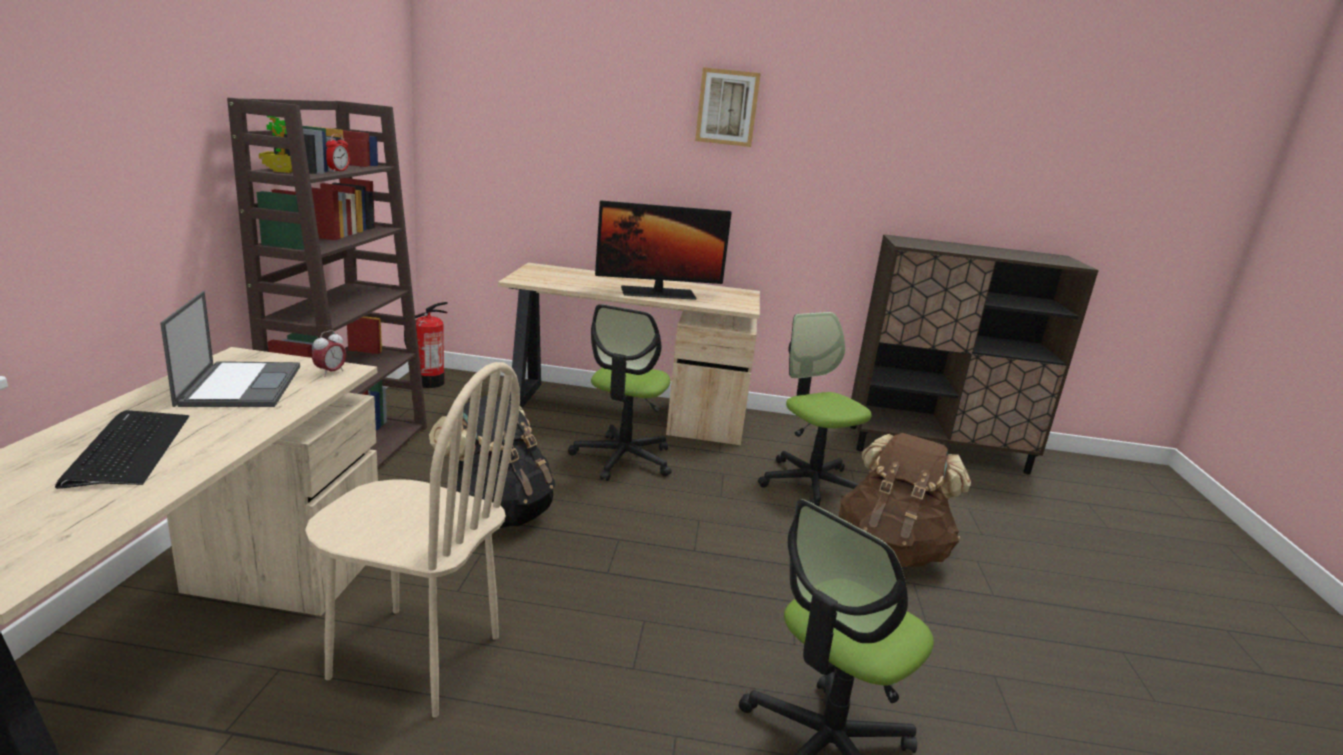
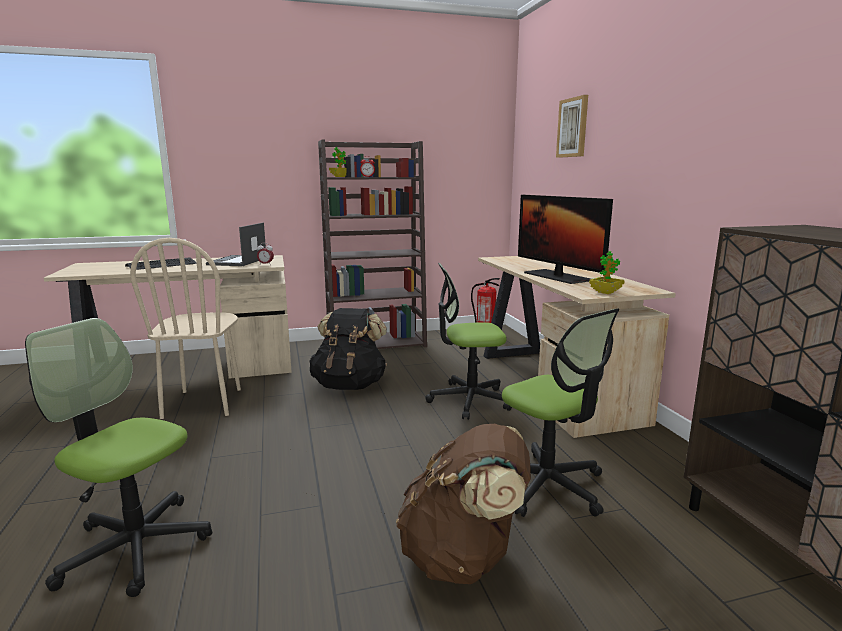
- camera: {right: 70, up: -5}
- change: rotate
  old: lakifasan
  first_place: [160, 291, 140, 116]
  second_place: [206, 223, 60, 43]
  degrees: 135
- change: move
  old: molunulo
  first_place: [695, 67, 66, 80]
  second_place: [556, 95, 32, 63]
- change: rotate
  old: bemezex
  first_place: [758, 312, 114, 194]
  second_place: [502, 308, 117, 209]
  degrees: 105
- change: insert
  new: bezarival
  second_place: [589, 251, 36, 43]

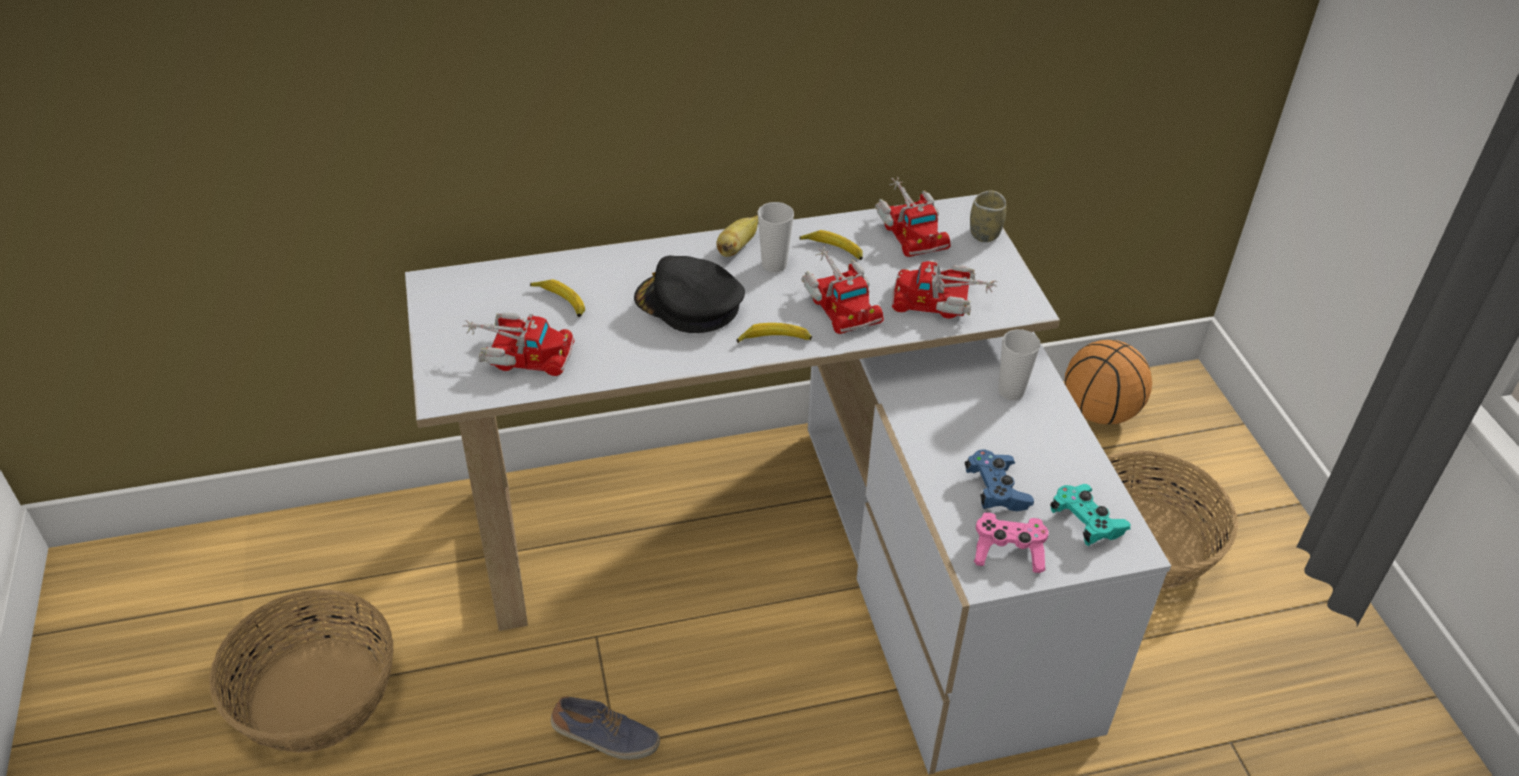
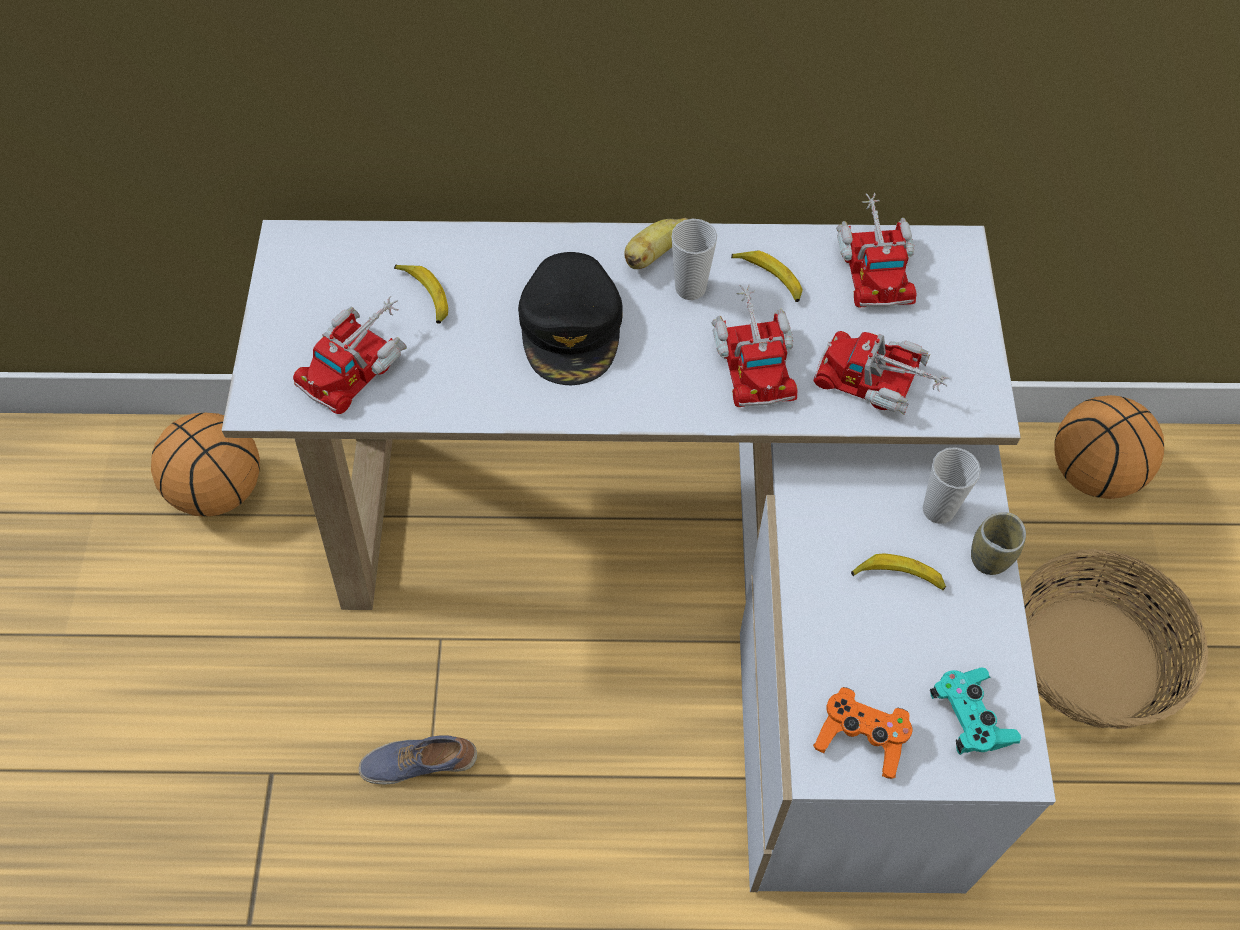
- camera: {right: 15, up: 15}
- change: delete
  old: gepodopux
  first_place: [209, 589, 185, 164]
- change: rotate
  old: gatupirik
  first_place: [462, 312, 113, 64]
  second_place: [293, 296, 114, 118]
  degrees: 105
- change: rotate
  old: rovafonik
  first_place: [551, 696, 109, 64]
  second_place: [359, 735, 118, 50]
  degrees: 150
- change: rotate
  old: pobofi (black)
  first_place: [634, 256, 111, 77]
  second_place: [518, 252, 105, 133]
  degrees: -135
- change: move
  old: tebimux
  first_place: [736, 323, 76, 20]
  second_place: [851, 553, 95, 37]
- change: delete
  old: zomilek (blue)
  first_place: [965, 450, 69, 61]
- change: move
  old: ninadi
  first_place: [970, 191, 36, 51]
  second_place: [971, 512, 55, 63]
- change: recolor
  old: zomilek (pink)
  new: zomilek (orange)
  first_place: [974, 512, 75, 61]
  second_place: [813, 687, 99, 92]
- change: insert
  new: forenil
  second_place: [151, 413, 109, 104]

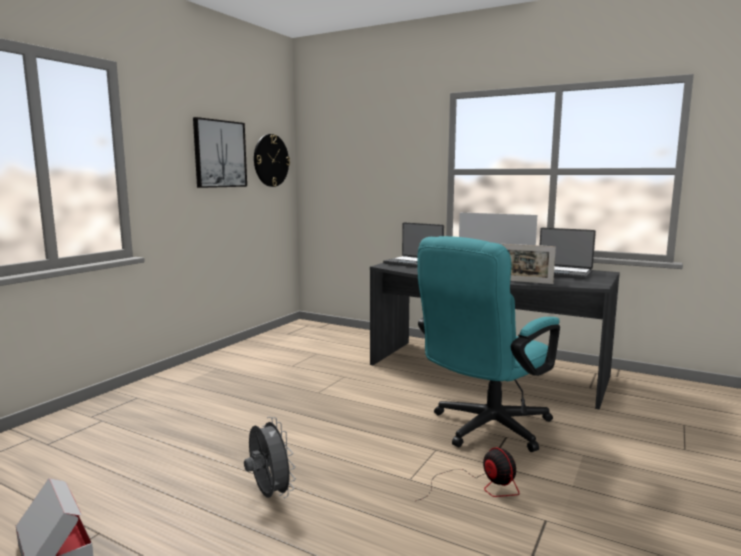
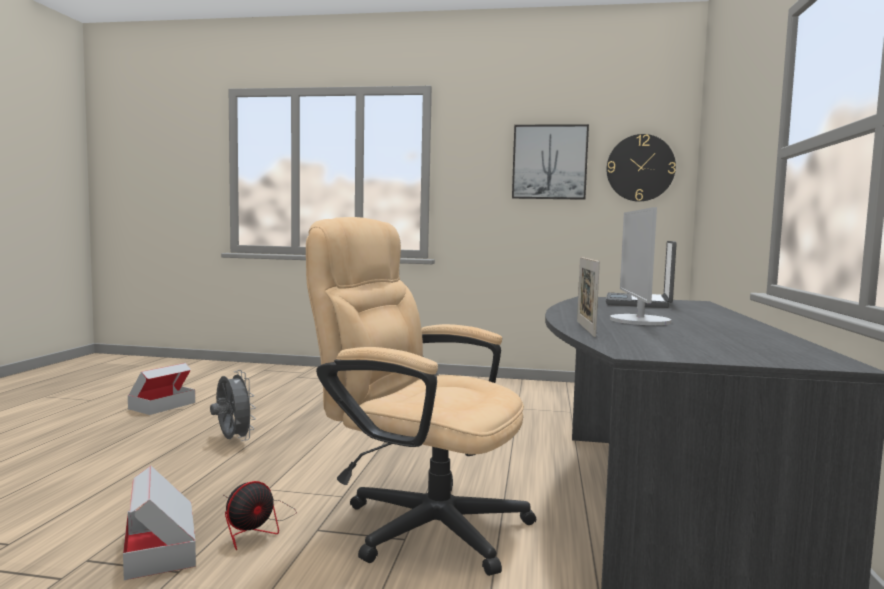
- camera: {right: 70, up: -5}
- change: rotate
  old: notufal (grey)
  first_place: [244, 417, 52, 81]
  second_place: [210, 370, 46, 71]
  degrees: -75
- change: recolor
  old: bemezex (turquoise)
  new: bemezex (beige)
  first_place: [417, 236, 143, 216]
  second_place: [306, 217, 230, 359]
- change: delete
  old: lakifasan
  first_place: [540, 228, 56, 51]
- change: insert
  new: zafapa
  second_place: [123, 466, 73, 114]

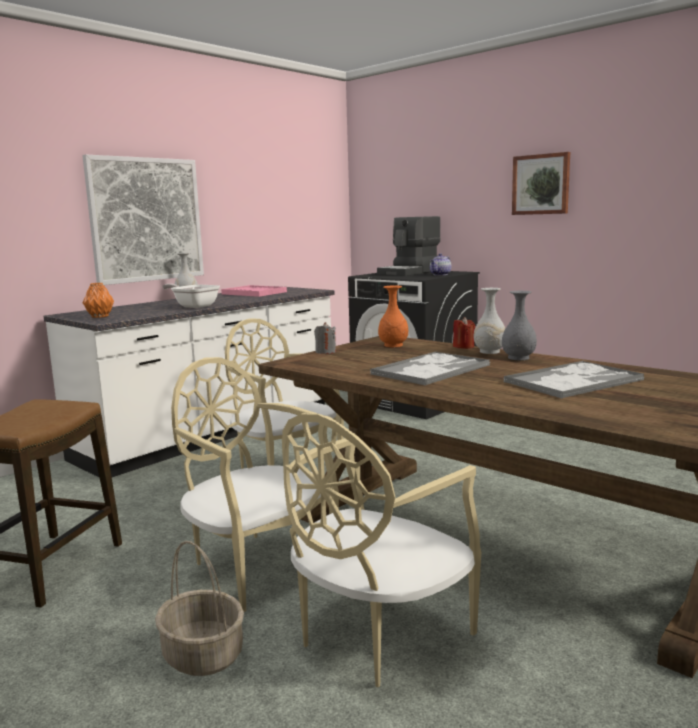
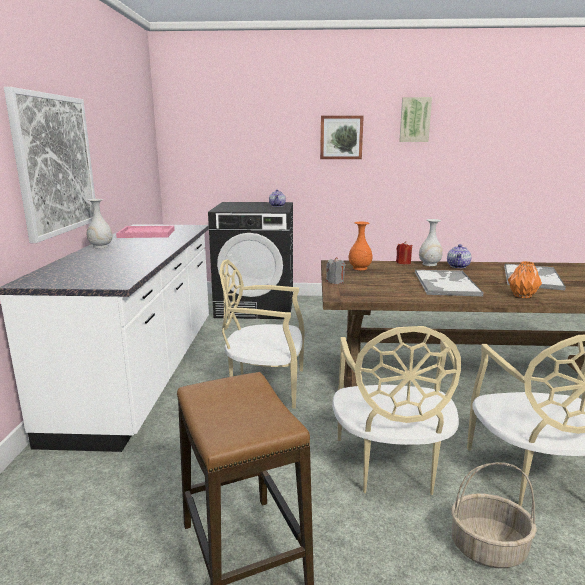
- camera: {right: -40, up: 5}
- change: move
  old: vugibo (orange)
  first_place: [82, 283, 32, 35]
  second_place: [508, 261, 34, 37]
- change: delete
  old: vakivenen
  first_place: [162, 284, 58, 24]
- change: rotate
  old: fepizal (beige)
  first_place: [171, 357, 168, 255]
  second_place: [332, 326, 129, 169]
  degrees: -90
- change: delete
  old: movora
  first_place: [377, 216, 64, 60]
- change: replace
  old: vugibo (grey)
  new: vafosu
  first_place: [502, 291, 35, 69]
  second_place: [447, 244, 24, 24]
- change: insert
  new: molunulo
  second_place: [399, 97, 33, 45]

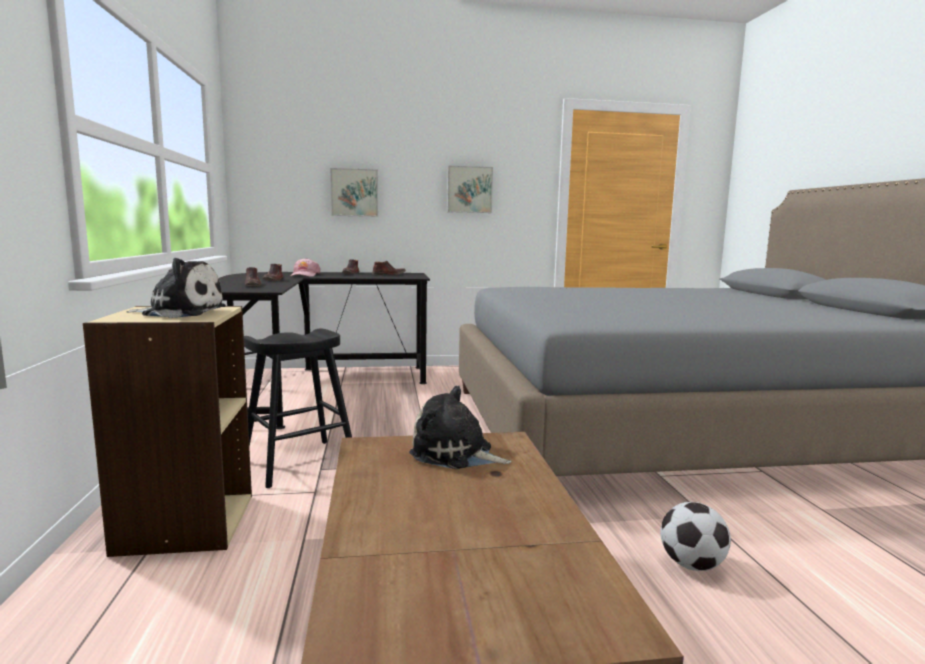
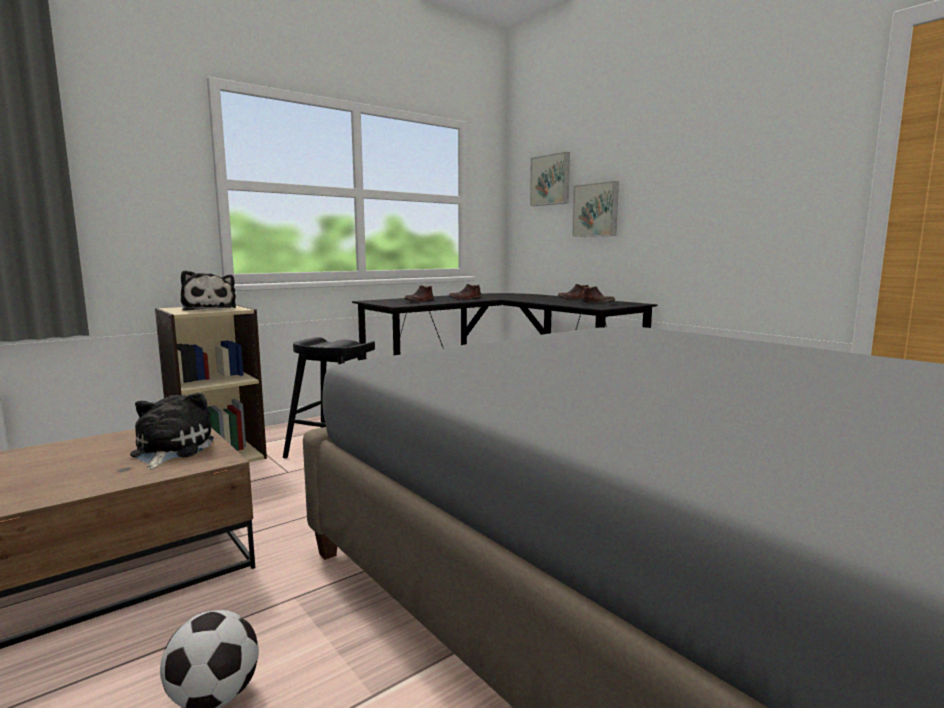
- camera: {right: 60, up: 0}
- change: delete
  old: pobofi (pink)
  first_place: [291, 258, 29, 19]
- change: move
  old: molunulo
  first_place: [447, 166, 46, 47]
  second_place: [530, 152, 40, 54]

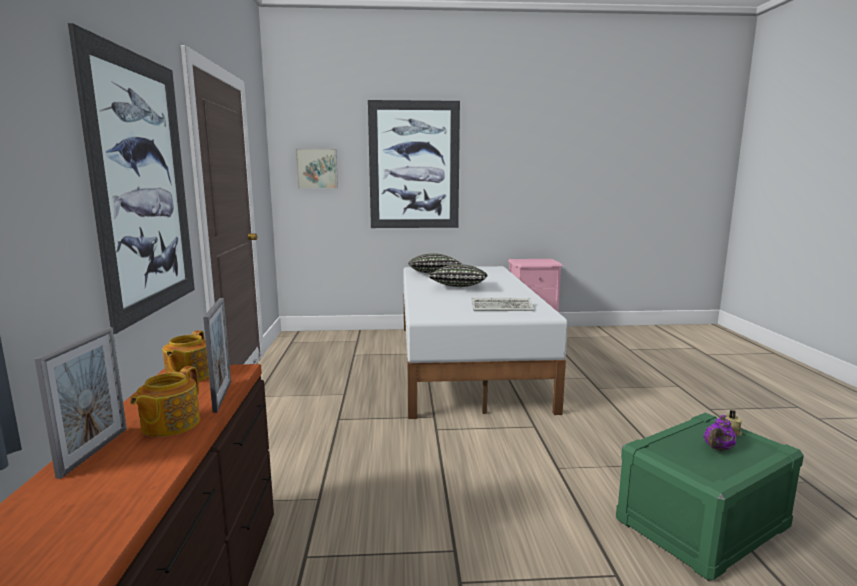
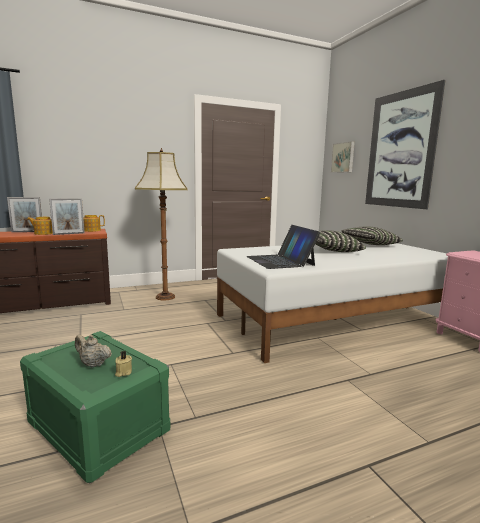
- camera: {right: 70, up: 0}
- change: delete
  old: molunulo
  first_place: [68, 23, 127, 311]
- change: replace
  old: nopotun
  new: lakifasan
  first_place: [472, 298, 62, 13]
  second_place: [247, 225, 73, 44]
- change: recolor
  old: vafosu (purple)
  new: vafosu (beige)
  first_place: [703, 415, 33, 36]
  second_place: [75, 335, 37, 33]
- change: insert
  new: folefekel
  second_place: [135, 148, 52, 152]

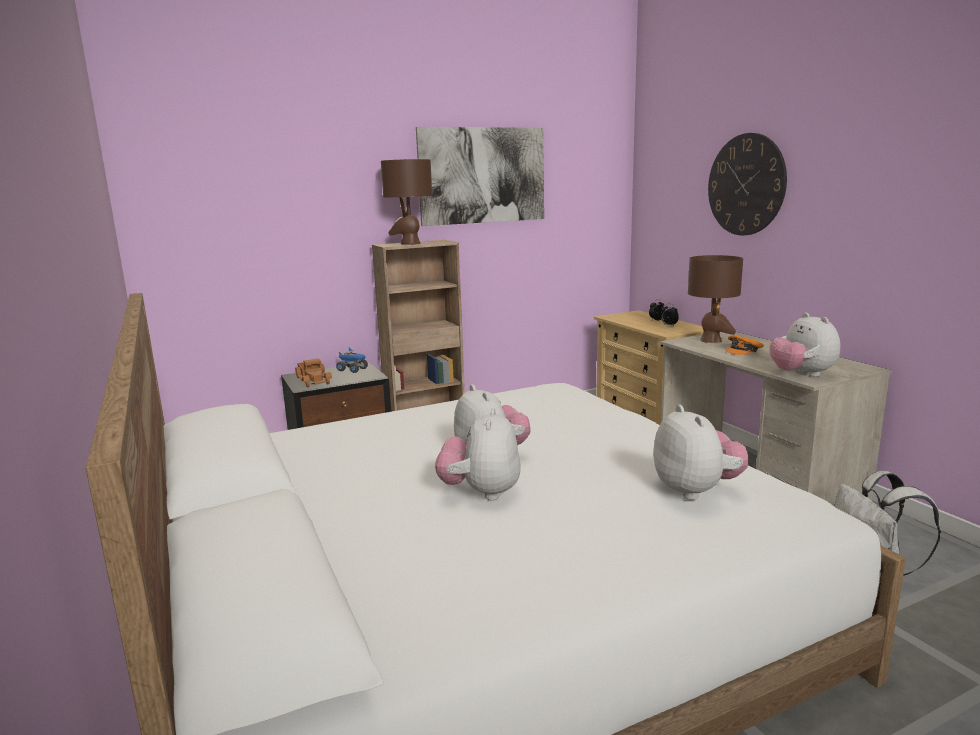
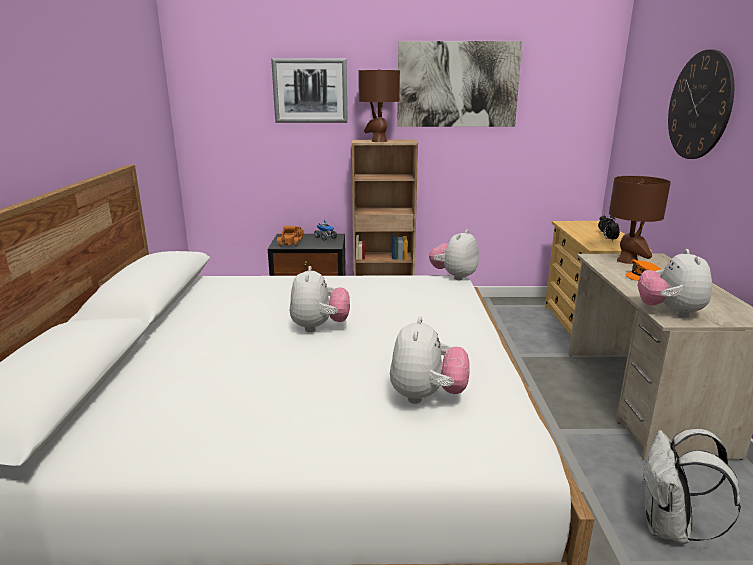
- camera: {right: 25, up: 5}
- change: move
  old: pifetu
  first_place: [435, 408, 86, 92]
  second_place: [429, 230, 50, 50]
- change: insert
  new: molunulo
  second_place: [271, 58, 77, 65]

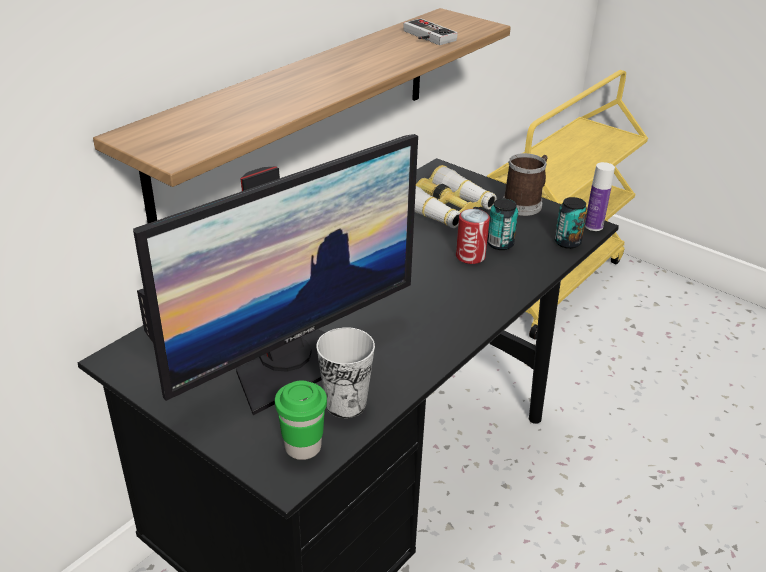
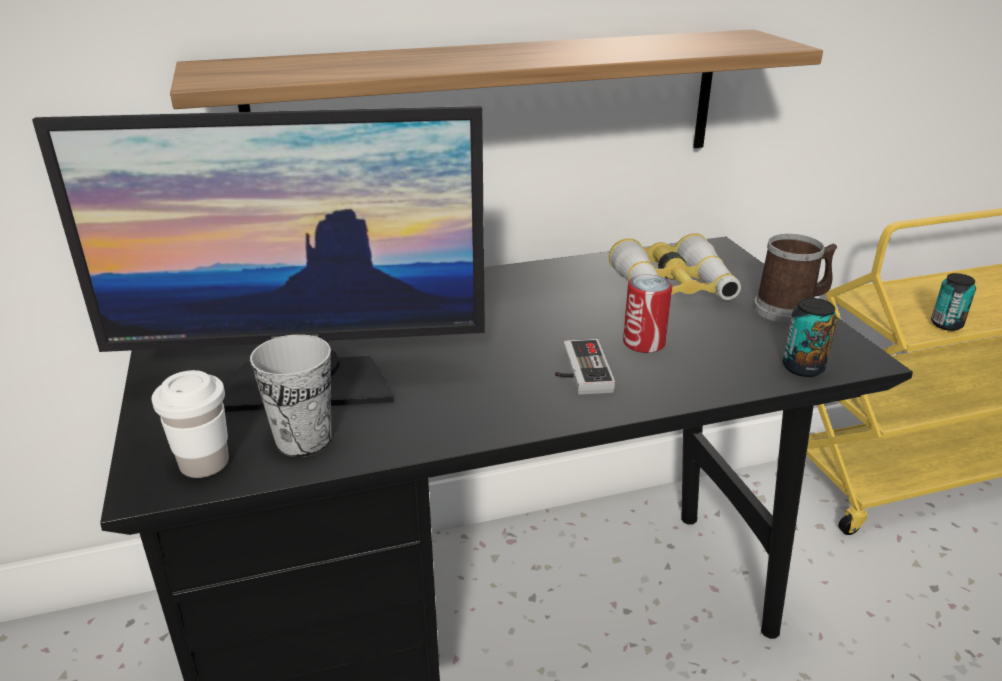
- camera: {right: 35, up: -5}
- change: recolor
  old: ninadi (green)
  new: ninadi (white)
  first_place: [275, 381, 52, 79]
  second_place: [152, 370, 77, 108]
- change: move
  old: zomilek
  first_place: [403, 18, 55, 27]
  second_place: [555, 339, 60, 56]
- change: move
  old: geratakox
  first_place: [487, 199, 31, 51]
  second_place: [931, 273, 45, 58]
- change: delete
  old: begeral
  first_place: [585, 162, 30, 69]

